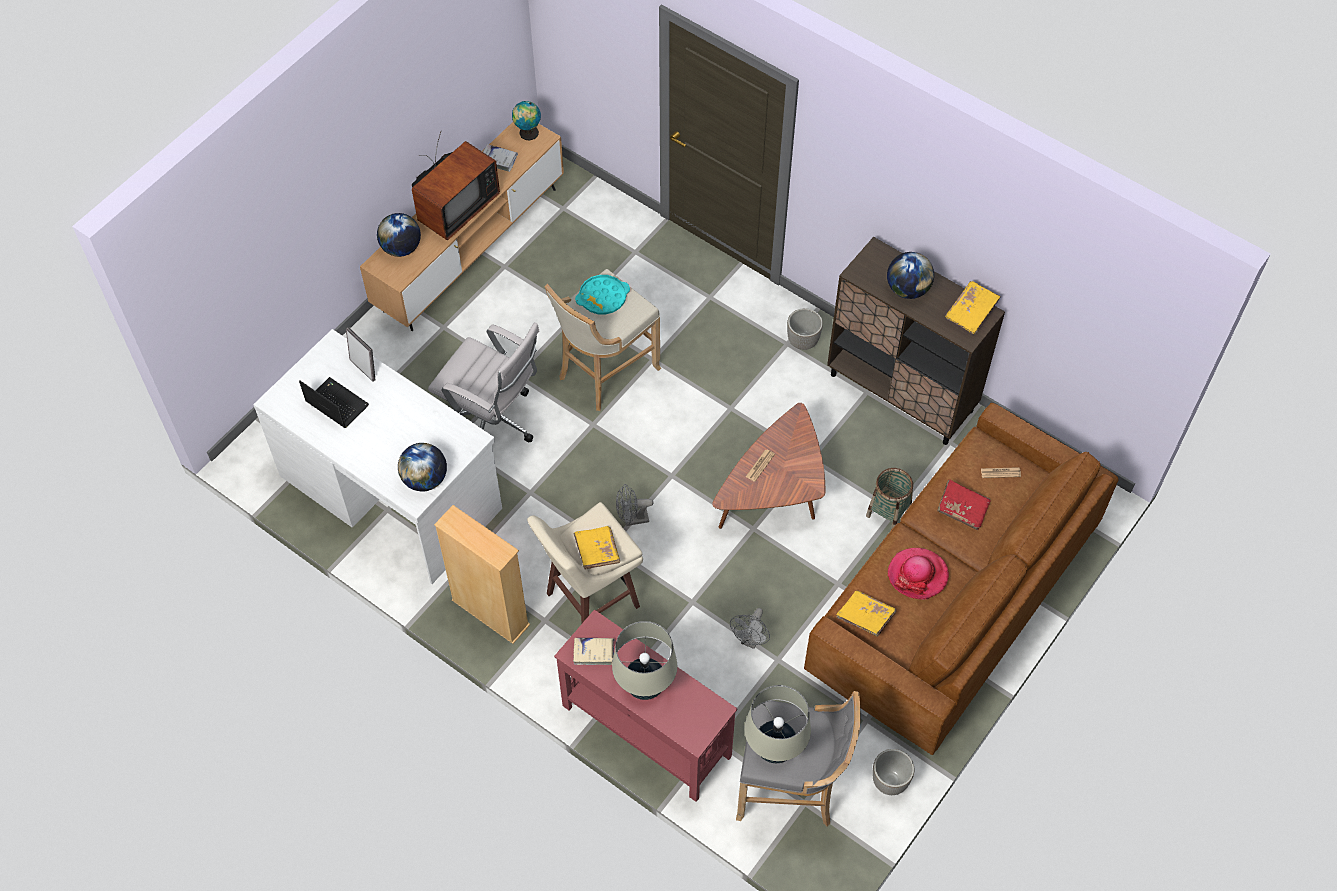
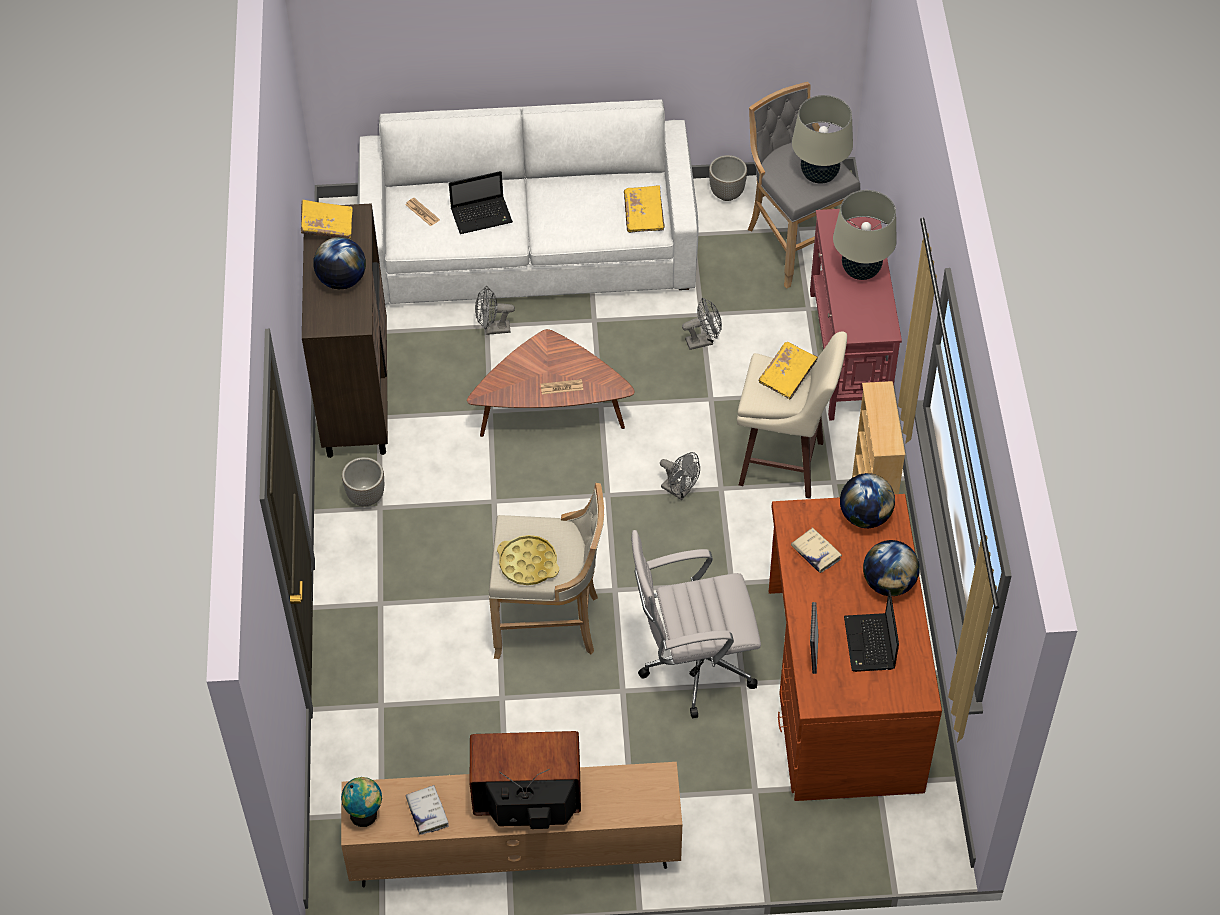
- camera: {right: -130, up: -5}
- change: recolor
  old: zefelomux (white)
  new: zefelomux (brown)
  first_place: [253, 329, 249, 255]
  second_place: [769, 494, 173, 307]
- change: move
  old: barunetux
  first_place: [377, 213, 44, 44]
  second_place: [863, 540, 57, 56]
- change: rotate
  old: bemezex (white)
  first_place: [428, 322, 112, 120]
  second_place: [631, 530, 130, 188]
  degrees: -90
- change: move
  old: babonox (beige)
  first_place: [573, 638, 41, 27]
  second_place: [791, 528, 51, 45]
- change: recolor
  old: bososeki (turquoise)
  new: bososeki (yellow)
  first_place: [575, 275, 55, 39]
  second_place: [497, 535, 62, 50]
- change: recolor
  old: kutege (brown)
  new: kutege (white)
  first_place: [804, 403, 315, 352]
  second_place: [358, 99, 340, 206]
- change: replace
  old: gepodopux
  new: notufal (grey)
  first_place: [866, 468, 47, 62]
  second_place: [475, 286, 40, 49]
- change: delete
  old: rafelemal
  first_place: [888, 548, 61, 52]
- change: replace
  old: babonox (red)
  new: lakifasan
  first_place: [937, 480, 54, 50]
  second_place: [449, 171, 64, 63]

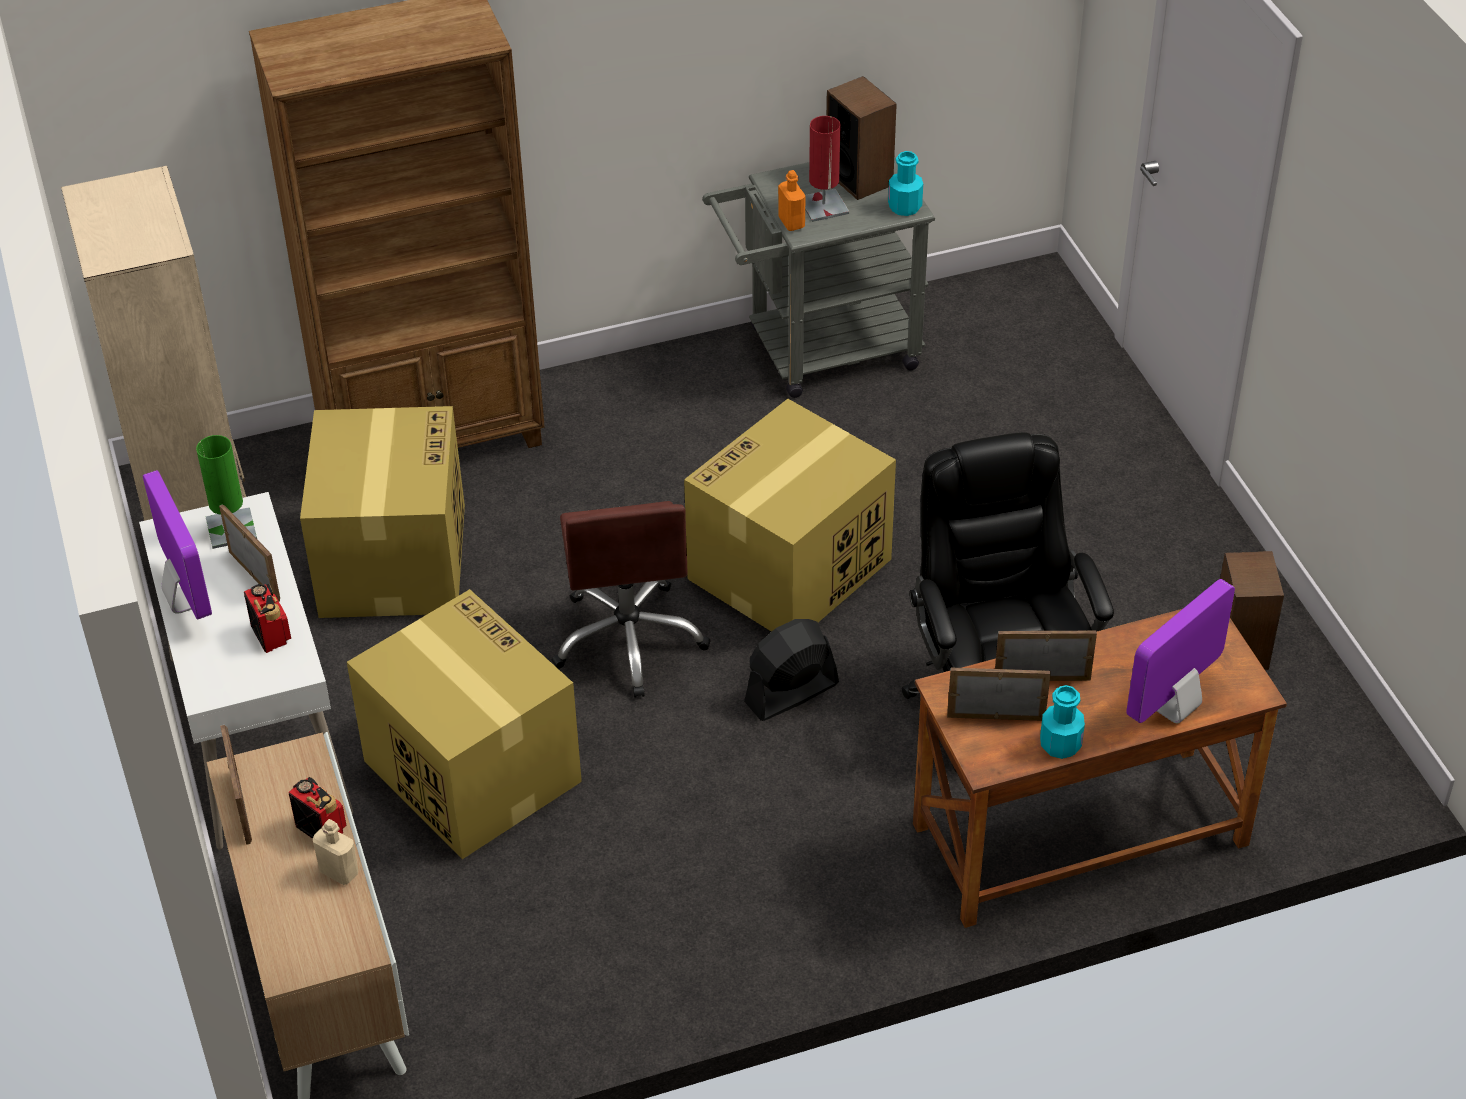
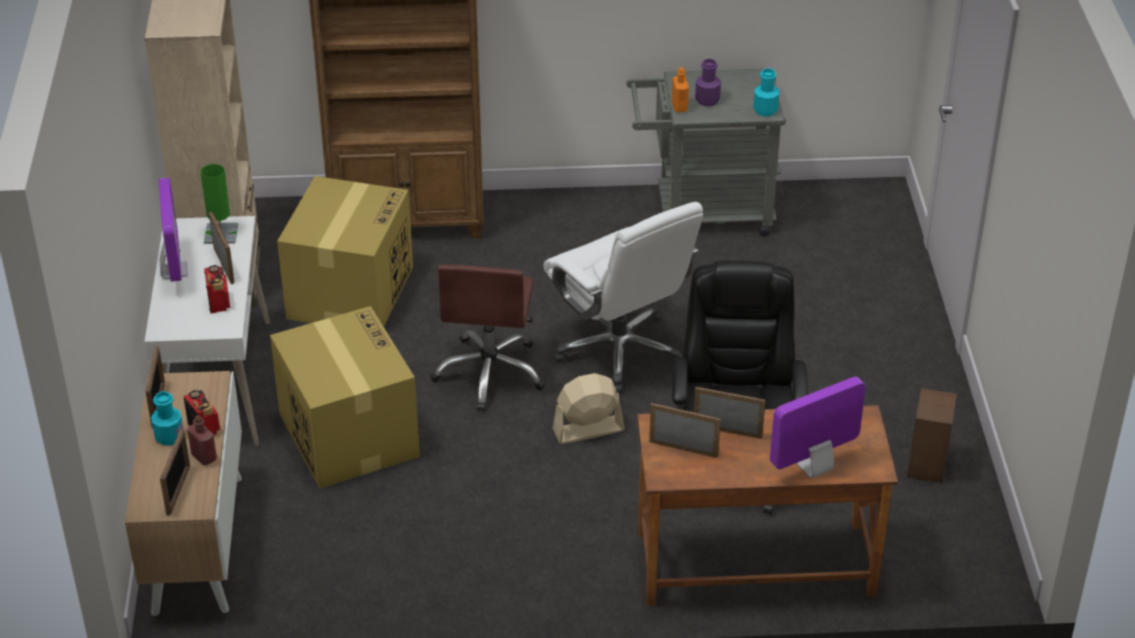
- camera: {right: 15, up: -5}
- change: recolor
  old: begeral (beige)
  new: begeral (red)
  first_place: [313, 819, 45, 66]
  second_place: [187, 415, 30, 50]
- change: replace
  old: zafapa
  new: bemezex (white)
  first_place: [684, 399, 212, 233]
  second_place: [544, 202, 159, 191]
- change: recolor
  old: notufal (black)
  new: notufal (beige)
  first_place: [744, 619, 95, 102]
  second_place: [553, 373, 72, 71]
- change: replace
  old: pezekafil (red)
  new: begeral (purple)
  first_place: [805, 116, 44, 106]
  second_place: [695, 59, 26, 47]
- change: delete
  old: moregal
  first_place: [827, 76, 70, 124]
- change: move
  old: begeral (turquoise)
  first_place: [1040, 685, 45, 74]
  second_place: [151, 391, 32, 54]
- change: insert
  new: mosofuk
  second_place: [160, 429, 30, 87]

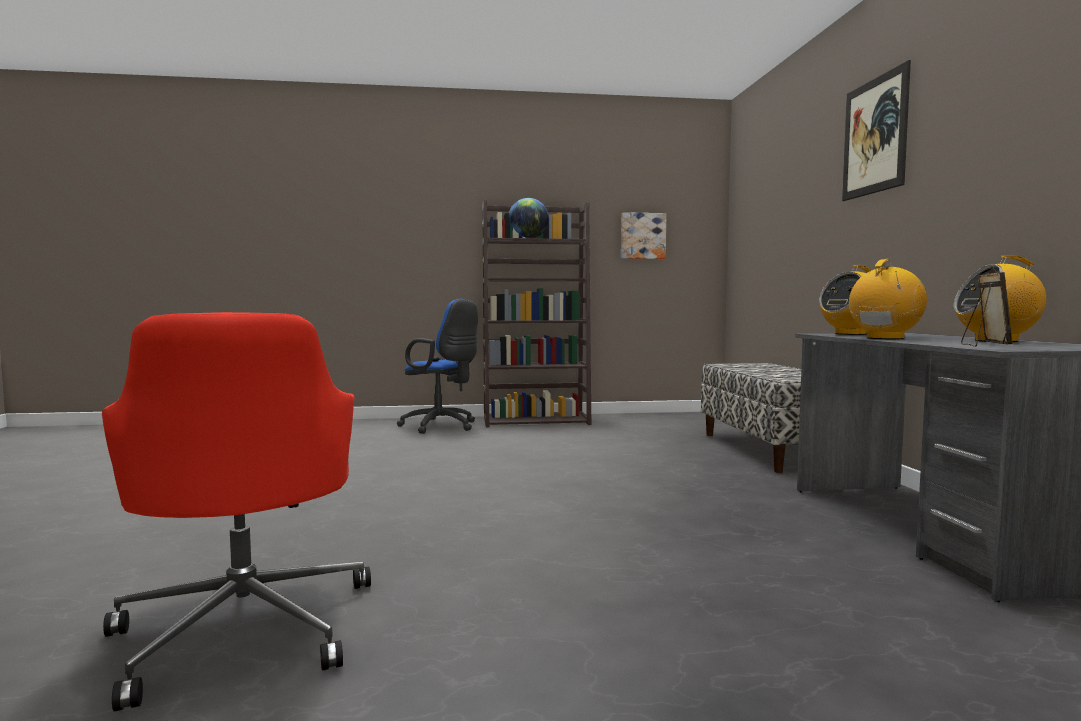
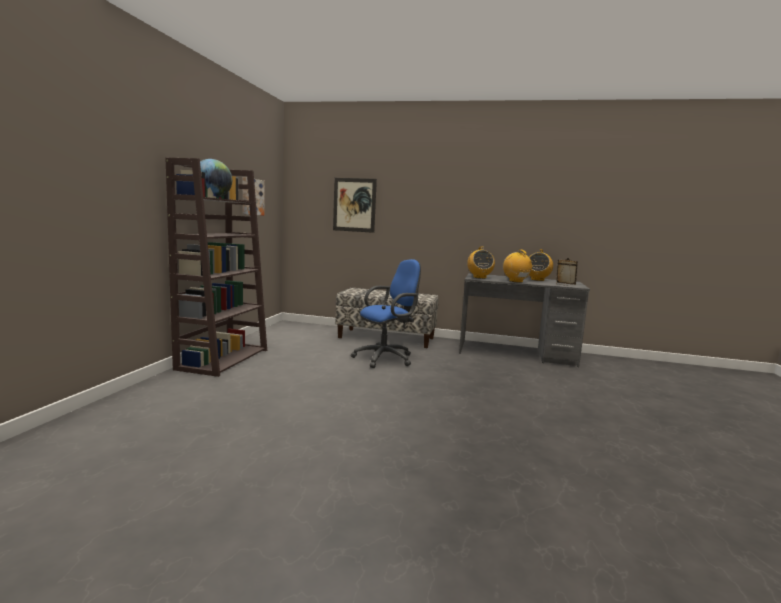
- camera: {right: -70, up: 5}
- change: delete
  old: bemezex (red)
  first_place: [102, 312, 269, 399]
- change: move
  old: bemezex (blue)
  first_place: [397, 299, 81, 135]
  second_place: [351, 259, 70, 109]
- change: move
  old: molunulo
  first_place: [842, 60, 69, 141]
  second_place: [333, 178, 44, 55]

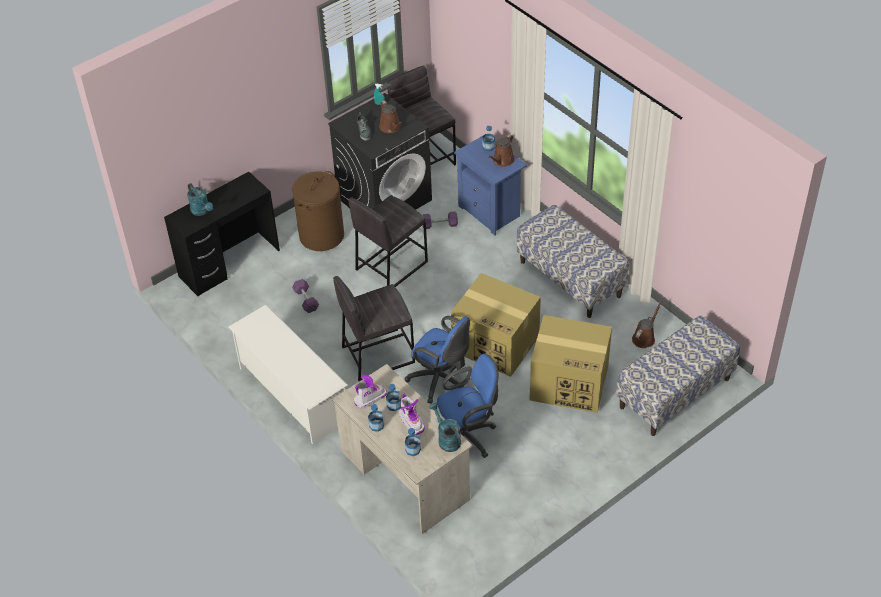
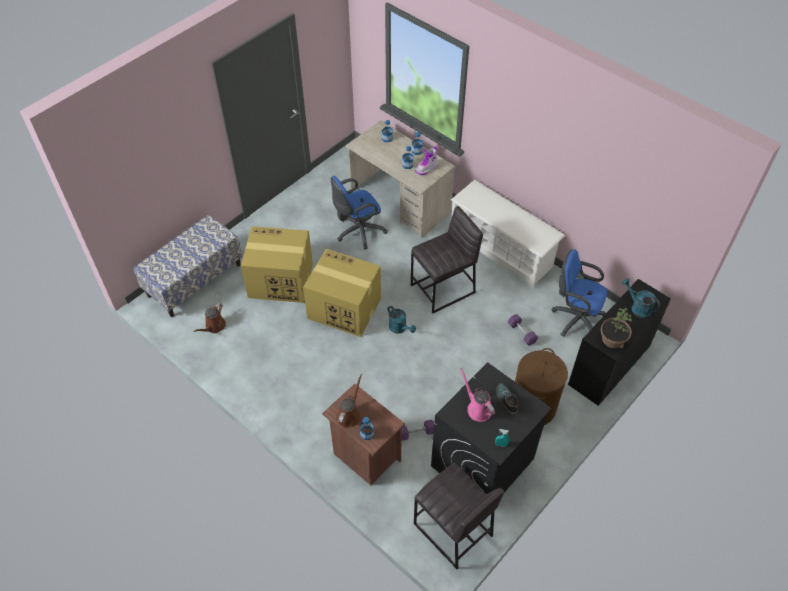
- camera: {right: 170, up: 5}
- change: delete
  old: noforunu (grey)
  first_place: [348, 195, 80, 92]
- change: recolor
  old: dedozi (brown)
  new: dedozi (pink)
  first_place: [379, 101, 23, 32]
  second_place: [460, 368, 35, 54]
- change: delete
  old: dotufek
  first_place: [399, 393, 26, 42]
- change: move
  old: bemezex (blue)
  first_place: [405, 316, 65, 88]
  second_place: [552, 249, 55, 88]
- change: move
  old: dedozi (turquoise)
  first_place: [429, 403, 32, 49]
  second_place: [387, 306, 29, 28]
- change: recolor
  old: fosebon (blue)
  new: fosebon (brown)
  first_place: [454, 135, 73, 101]
  second_place: [322, 384, 83, 102]
- change: delete
  old: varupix
  first_place: [517, 205, 112, 113]
- change: insert
  new: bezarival
  second_place: [601, 308, 31, 40]

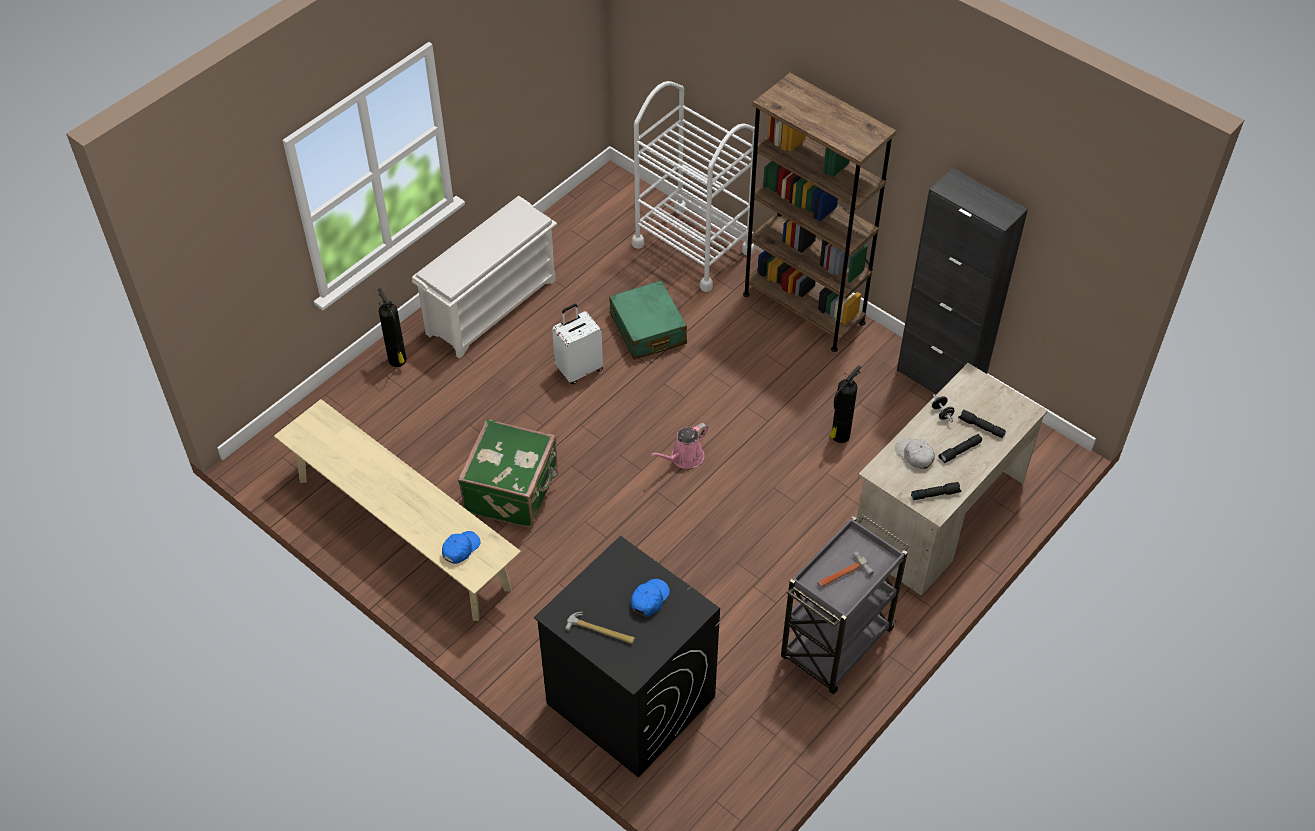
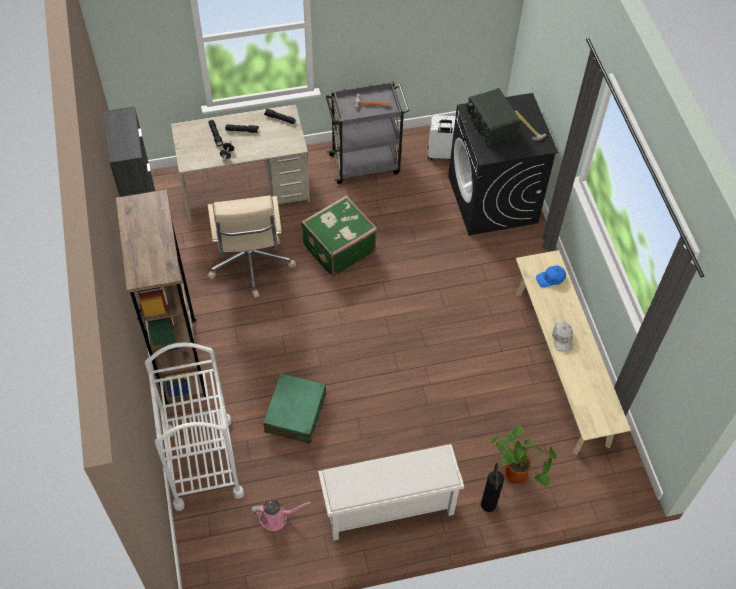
- camera: {right: -145, up: 5}
- change: move
  old: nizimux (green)
  first_place: [458, 419, 100, 108]
  second_place: [301, 195, 76, 82]
- change: move
  old: nizimux (white)
  first_place: [552, 304, 51, 80]
  second_place: [428, 115, 28, 46]
- change: replace
  old: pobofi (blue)
  new: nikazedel
  first_place: [631, 579, 39, 38]
  second_place: [467, 88, 53, 59]
- change: move
  old: dedozi (pink)
  first_place: [651, 423, 57, 46]
  second_place: [251, 499, 61, 32]
- change: replace
  old: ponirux
  new: bemezex (beige)
  first_place: [830, 366, 31, 77]
  second_place: [207, 195, 89, 103]
- change: move
  old: pobofi (white)
  first_place: [895, 438, 40, 31]
  second_place: [552, 322, 21, 29]
- change: insert
  new: bezarival
  second_place: [491, 424, 65, 63]

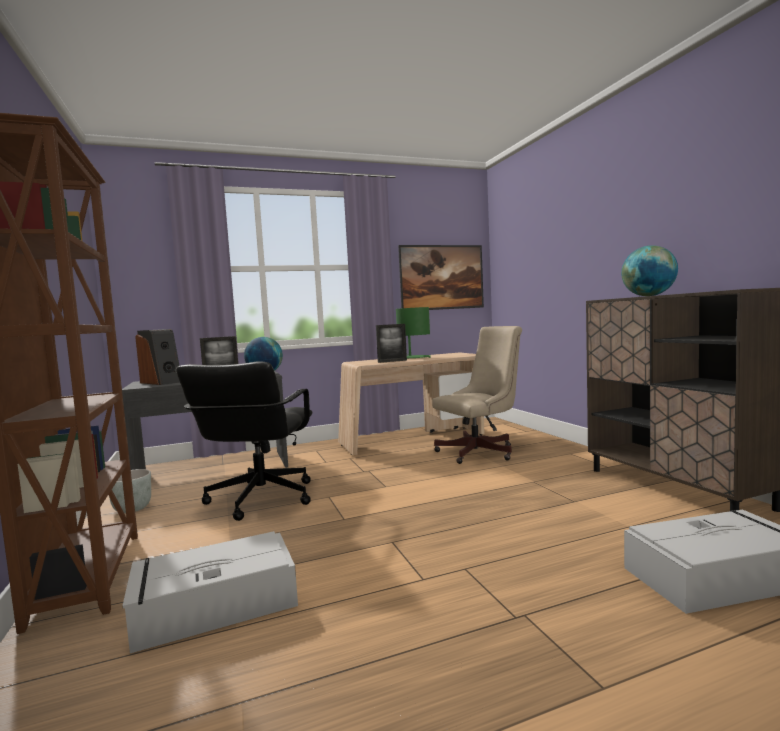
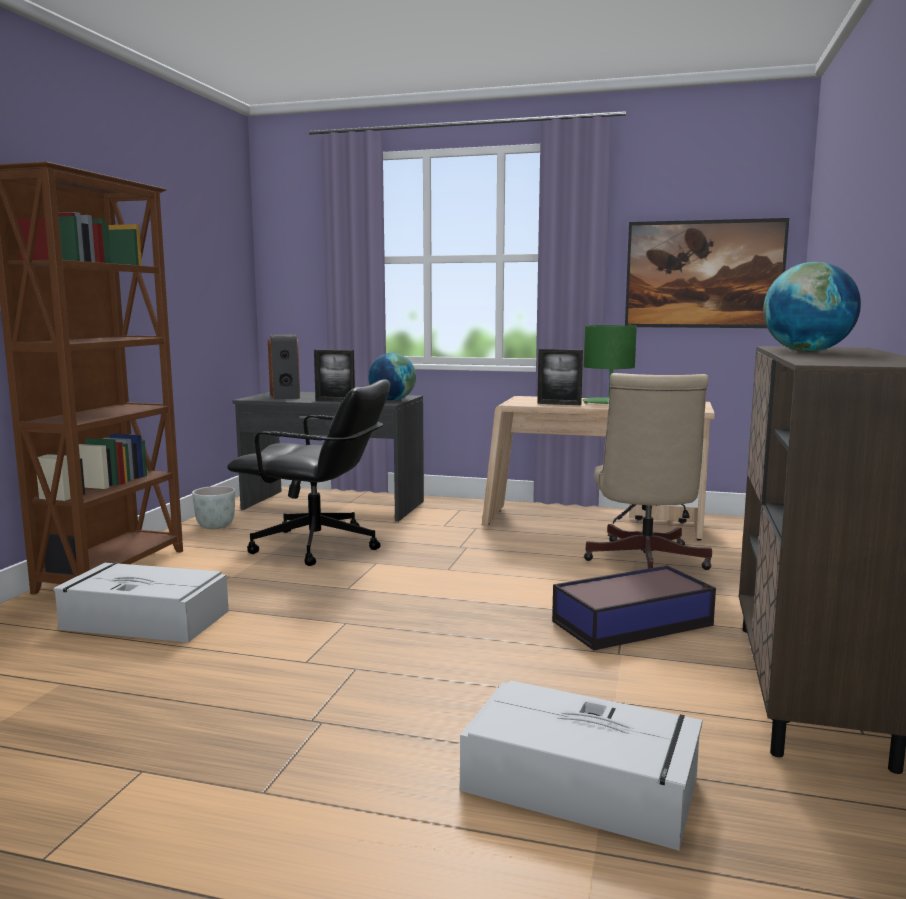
- camera: {right: 35, up: 5}
- change: rotate
  old: bemezex (black)
  first_place: [176, 361, 136, 160]
  second_place: [227, 379, 163, 187]
  degrees: -120
- change: rotate
  old: bemezex (beige)
  first_place: [432, 326, 90, 138]
  second_place: [584, 373, 128, 197]
  degrees: 90
- change: insert
  new: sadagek
  second_place: [552, 566, 164, 84]

